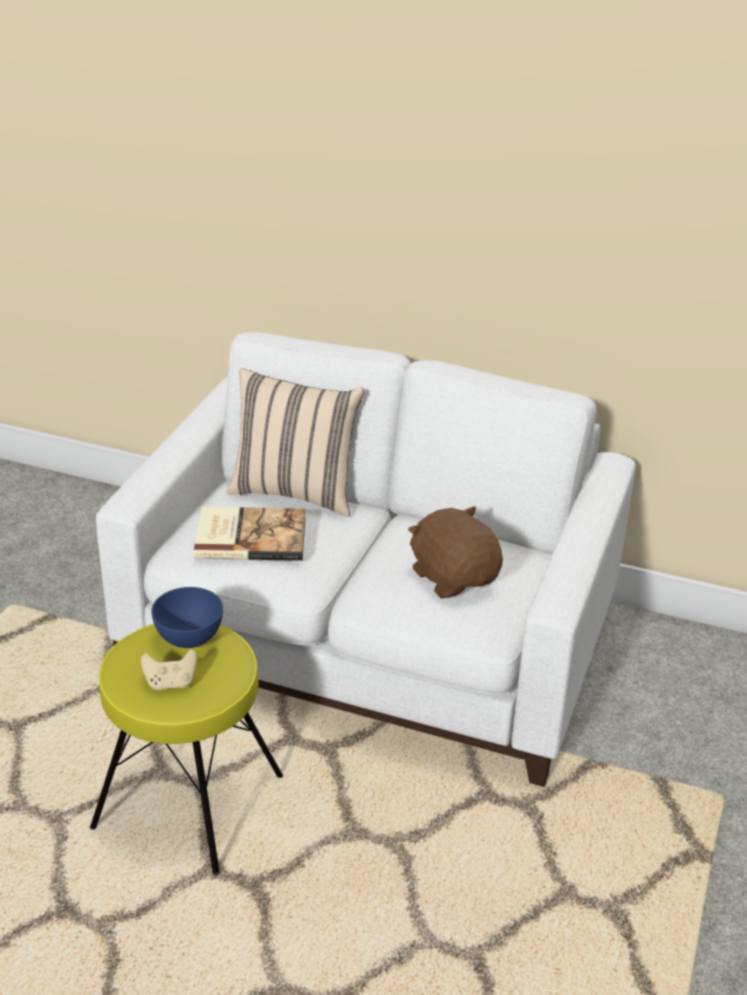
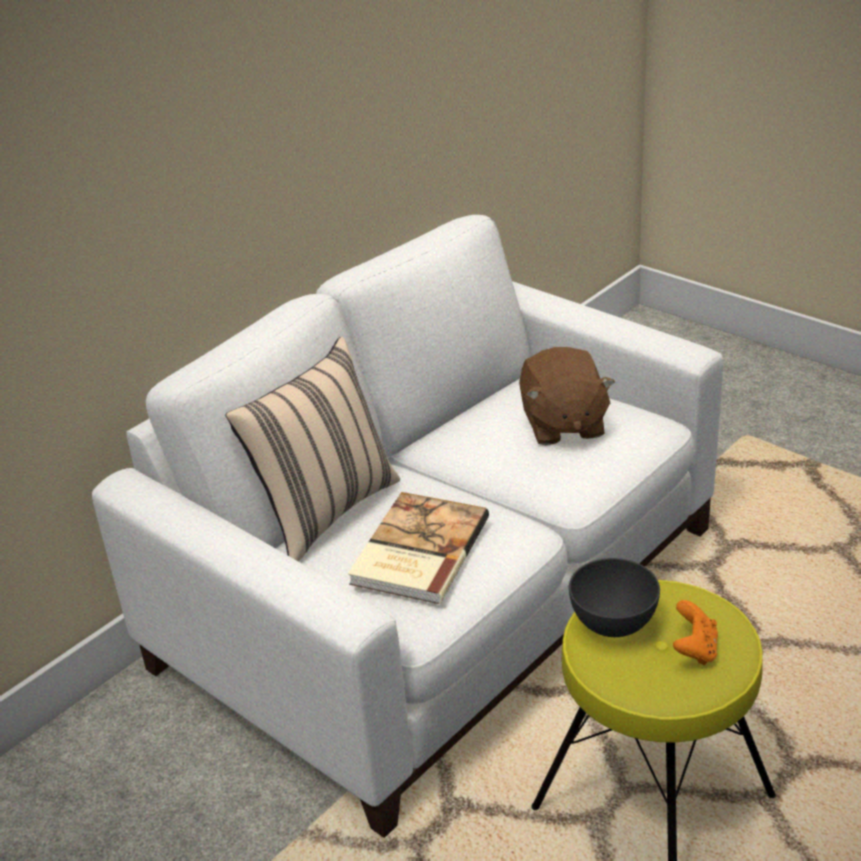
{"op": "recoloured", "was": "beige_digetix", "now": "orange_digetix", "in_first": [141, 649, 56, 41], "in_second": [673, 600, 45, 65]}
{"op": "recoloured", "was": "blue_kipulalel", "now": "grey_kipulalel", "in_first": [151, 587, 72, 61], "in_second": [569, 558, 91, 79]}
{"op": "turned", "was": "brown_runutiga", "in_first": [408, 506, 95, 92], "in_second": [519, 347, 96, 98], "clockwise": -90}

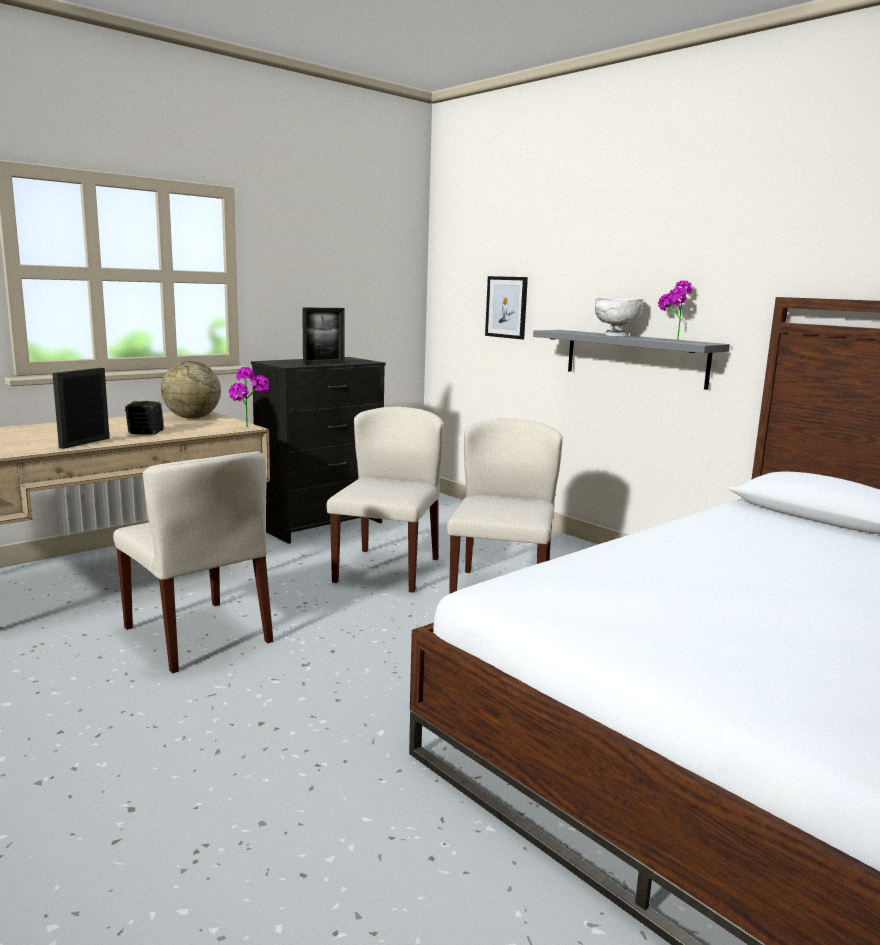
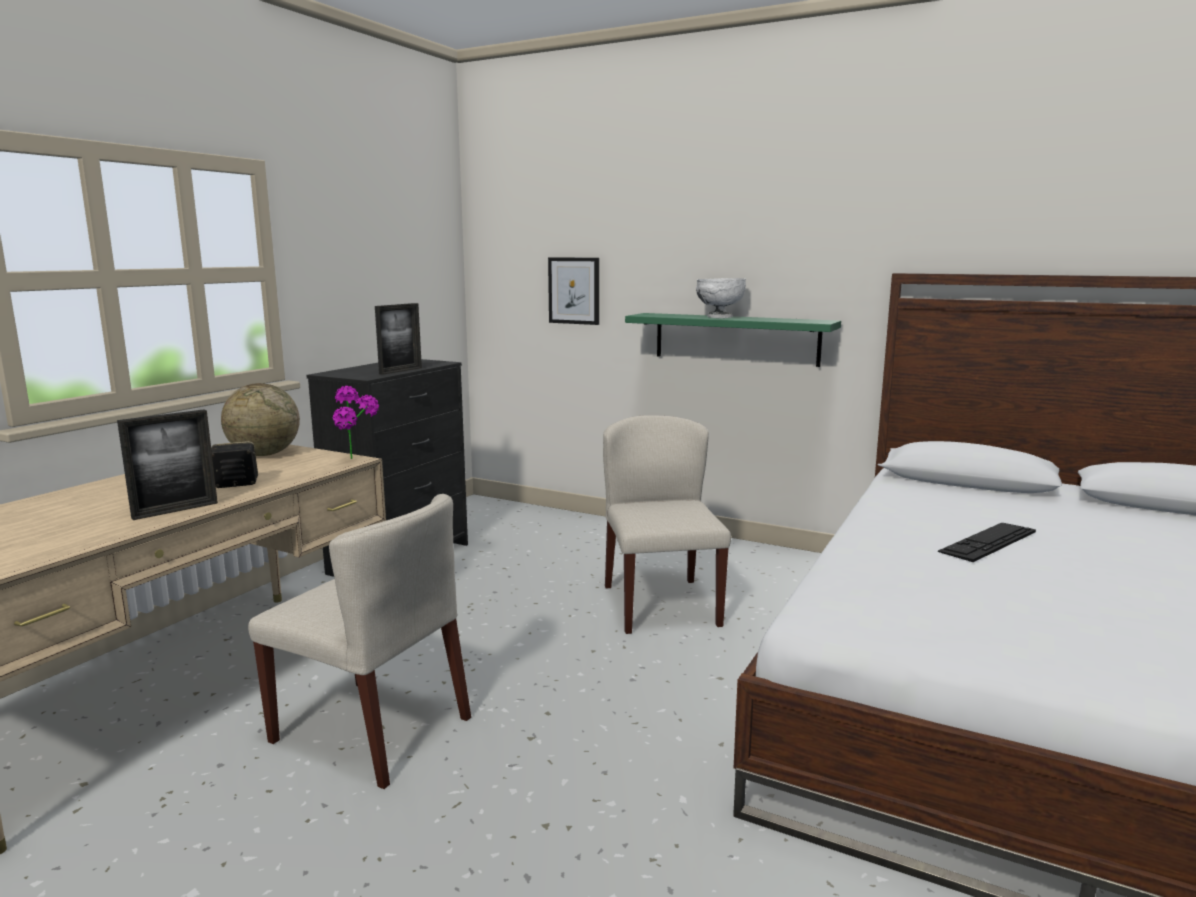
{"op": "turned", "was": "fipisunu", "in_first": [52, 368, 58, 81], "in_second": [117, 409, 101, 111], "clockwise": -135}
{"op": "removed", "was": "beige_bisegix", "in_first": [327, 406, 117, 187]}
{"op": "recoloured", "was": "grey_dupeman", "now": "green_dupeman", "in_first": [533, 330, 197, 60], "in_second": [625, 313, 216, 54]}
{"op": "removed", "was": "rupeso", "in_first": [658, 281, 34, 59]}
{"op": "added", "now": "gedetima", "in_second": [938, 523, 98, 39]}

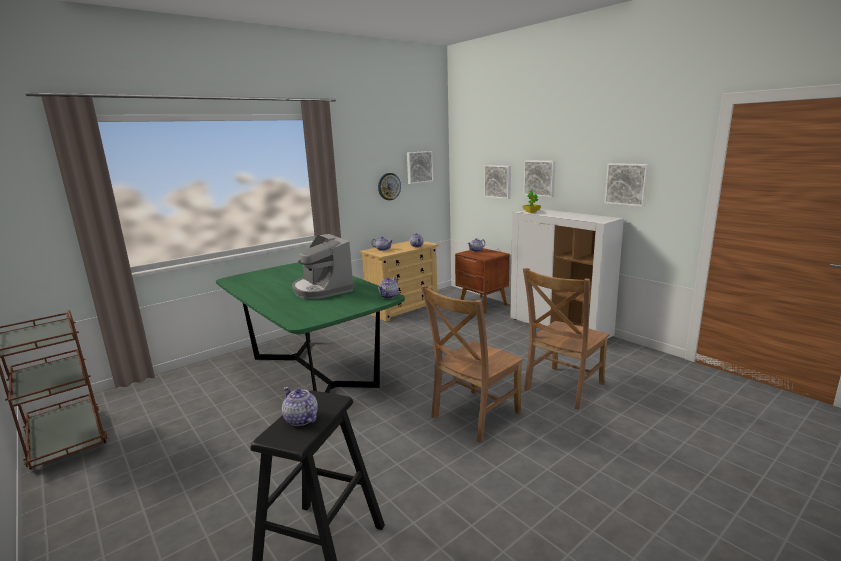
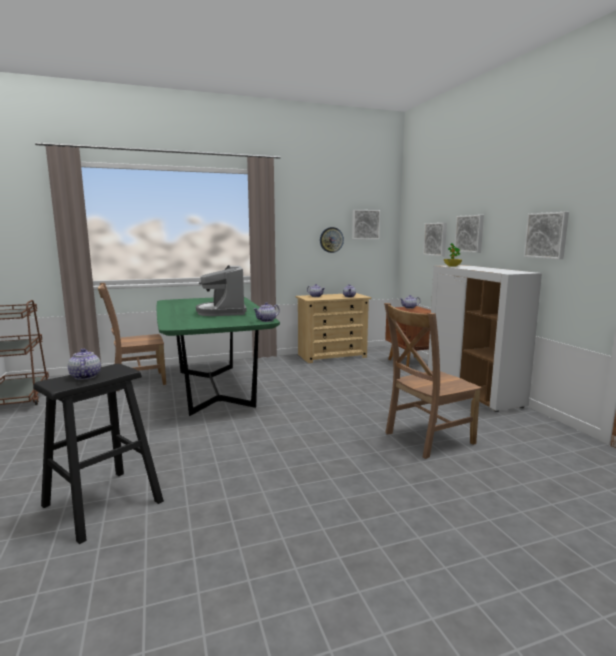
{"op": "moved", "was": "brown_bisegix", "in_first": [420, 285, 103, 158], "in_second": [98, 283, 68, 108]}

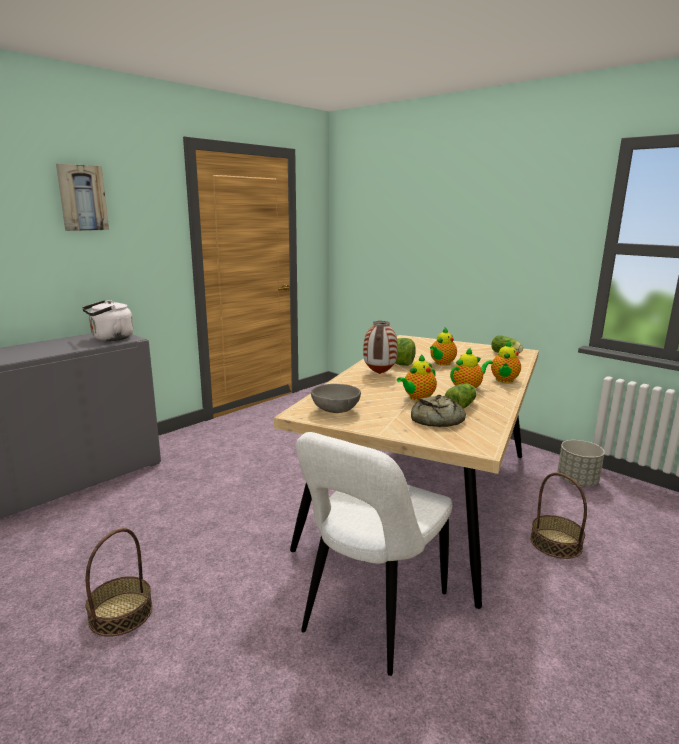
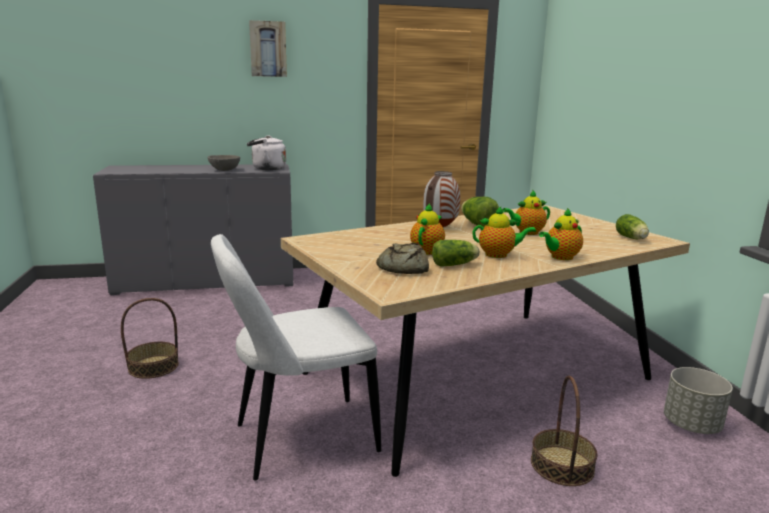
{"op": "moved", "was": "grey_kipulalel", "in_first": [311, 384, 50, 29], "in_second": [208, 155, 32, 16]}
{"op": "turned", "was": "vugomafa", "in_first": [397, 354, 40, 47], "in_second": [410, 203, 35, 52], "clockwise": 120}

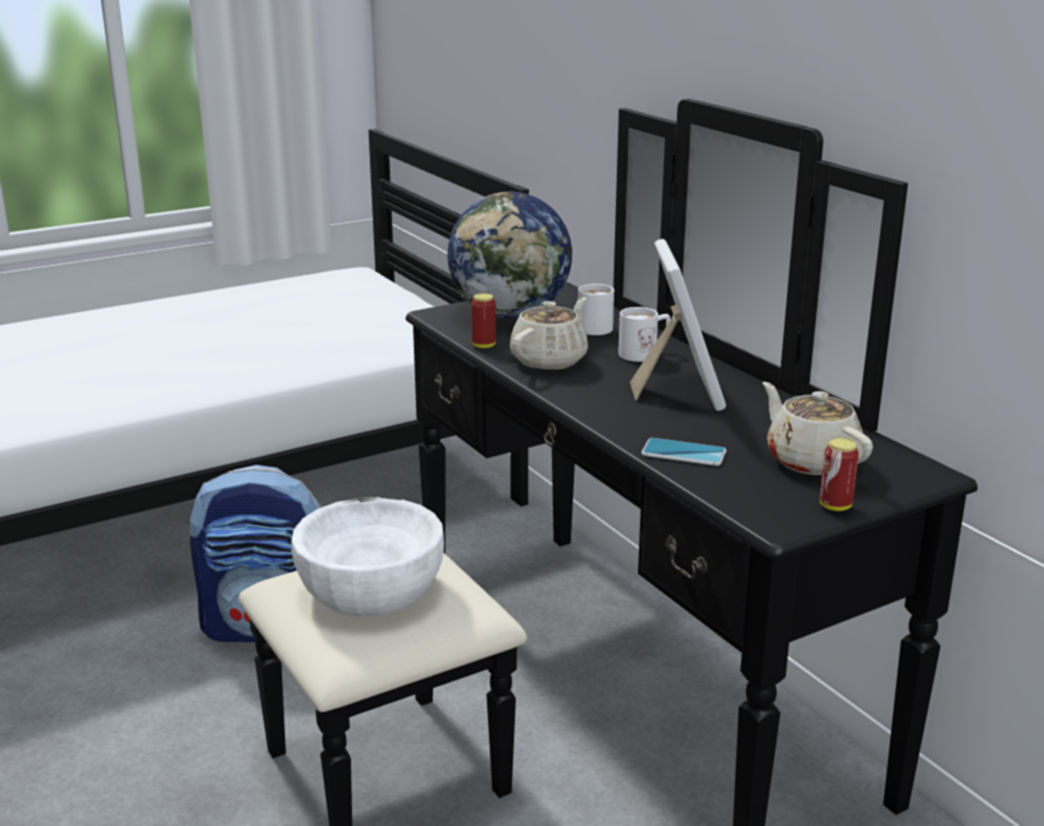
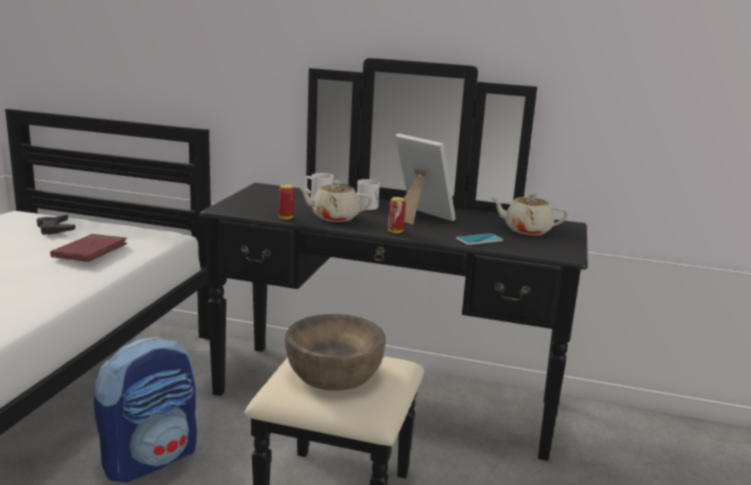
{"op": "recoloured", "was": "white_kipulalel", "now": "brown_kipulalel", "in_first": [291, 497, 153, 120], "in_second": [285, 314, 101, 77]}
{"op": "removed", "was": "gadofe", "in_first": [447, 192, 125, 126]}
{"op": "turned", "was": "beige_vugomafa", "in_first": [510, 297, 78, 73], "in_second": [297, 181, 76, 41], "clockwise": -75}
{"op": "moved", "was": "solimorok", "in_first": [820, 438, 39, 73], "in_second": [388, 197, 18, 37]}
{"op": "added", "now": "black_digetix", "in_second": [36, 214, 39, 21]}
{"op": "added", "now": "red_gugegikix", "in_second": [50, 234, 78, 28]}

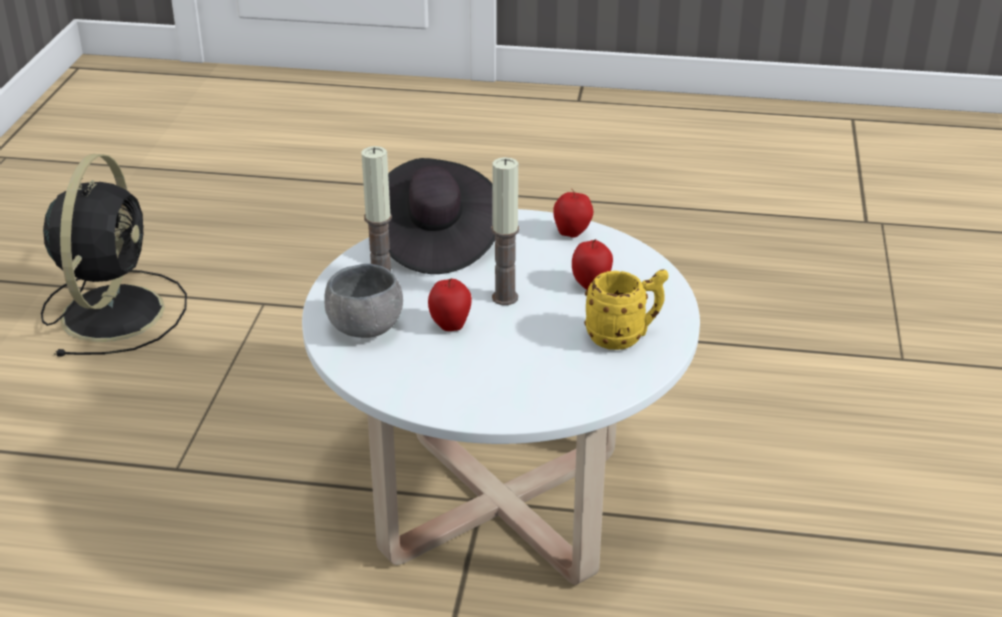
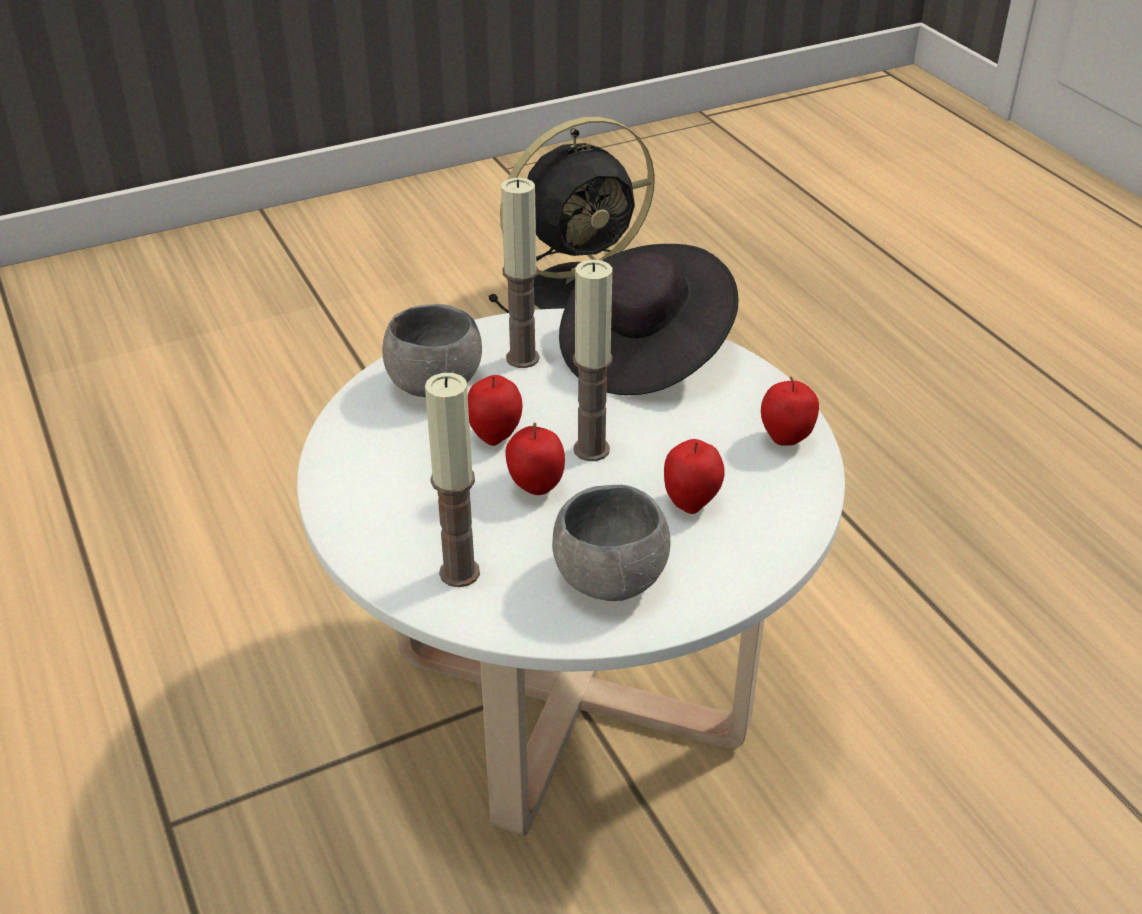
{"op": "replaced", "was": "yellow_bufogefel", "now": "grey_kipulalel", "in_first": [584, 269, 85, 81], "in_second": [552, 485, 118, 116]}
{"op": "added", "now": "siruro", "in_second": [425, 373, 55, 214]}
{"op": "added", "now": "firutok", "in_second": [506, 423, 59, 72]}

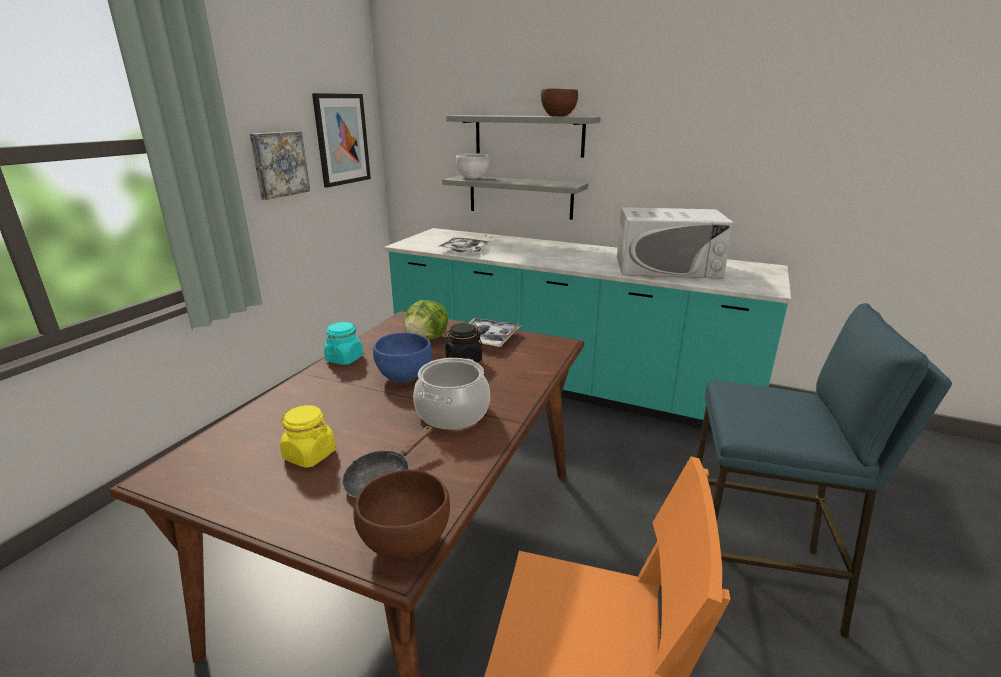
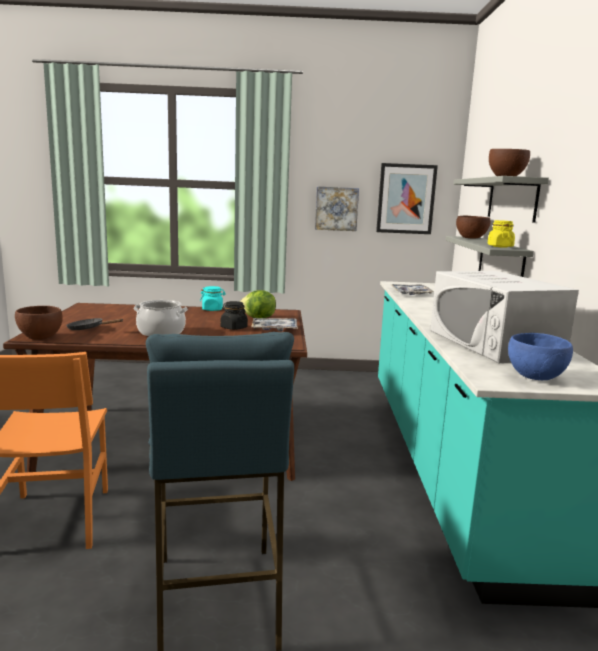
{"op": "moved", "was": "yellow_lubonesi", "in_first": [280, 405, 56, 63], "in_second": [488, 220, 27, 28]}
{"op": "moved", "was": "blue_kipulalel", "in_first": [373, 333, 59, 49], "in_second": [508, 333, 65, 47]}
{"op": "recoloured", "was": "white_kipulalel", "now": "brown_kipulalel", "in_first": [456, 154, 33, 25], "in_second": [456, 216, 35, 22]}

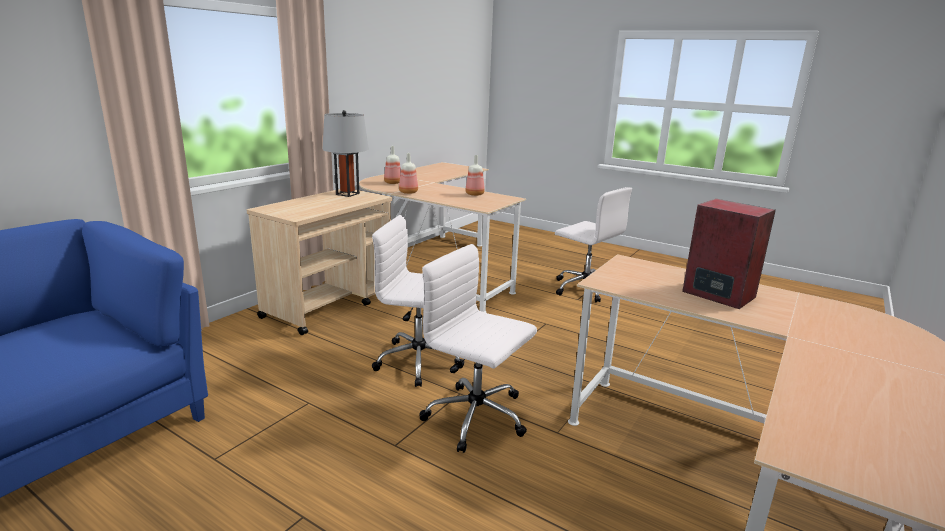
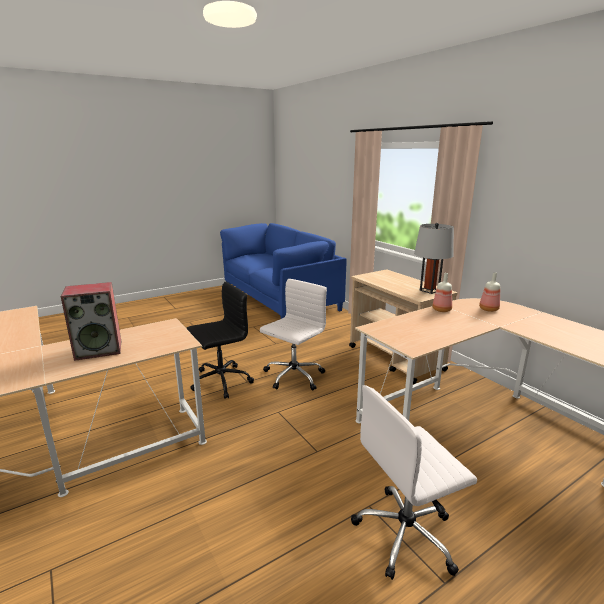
{"op": "recoloured", "was": "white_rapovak", "now": "black_rapovak", "in_first": [419, 244, 118, 209], "in_second": [186, 282, 68, 117]}
{"op": "removed", "was": "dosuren", "in_first": [466, 155, 19, 41]}

